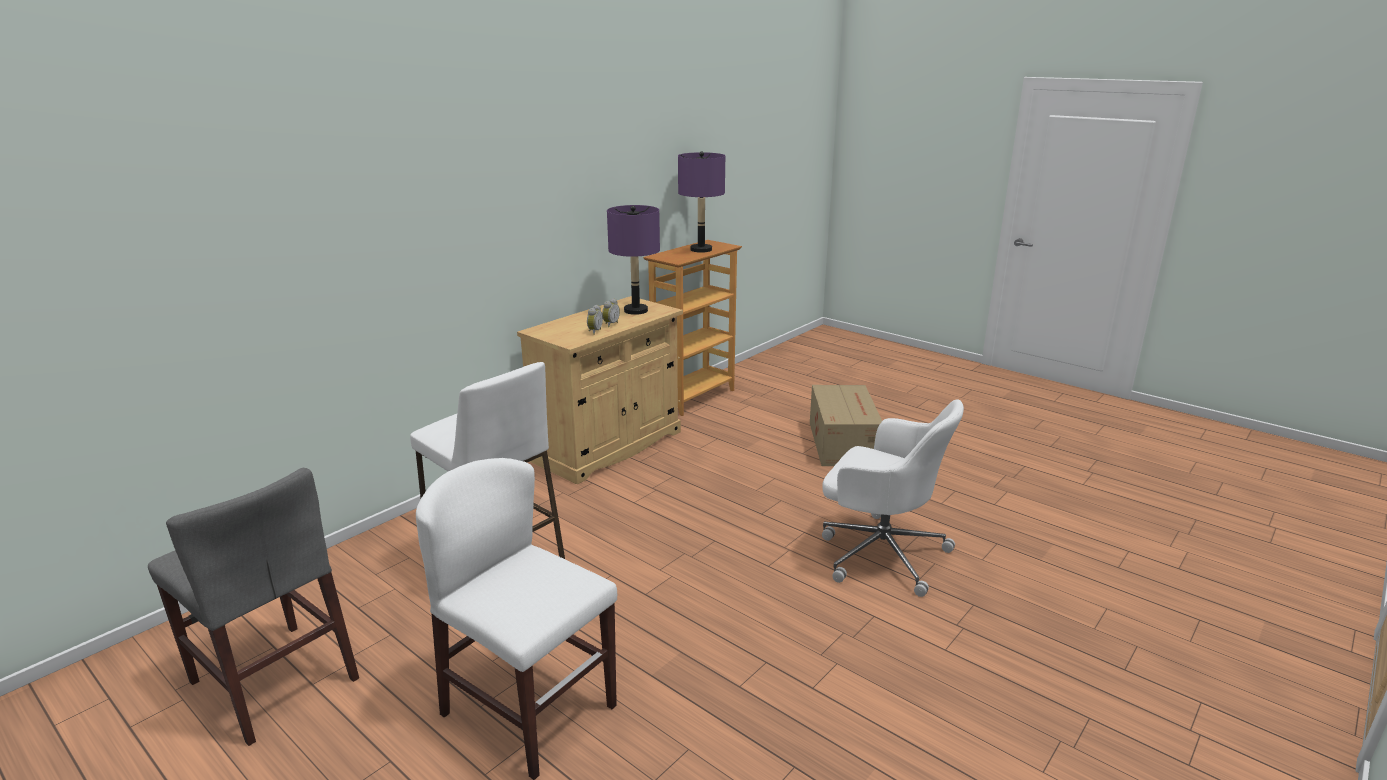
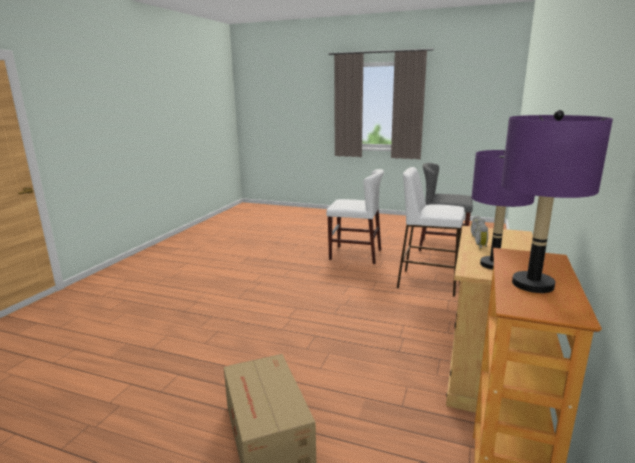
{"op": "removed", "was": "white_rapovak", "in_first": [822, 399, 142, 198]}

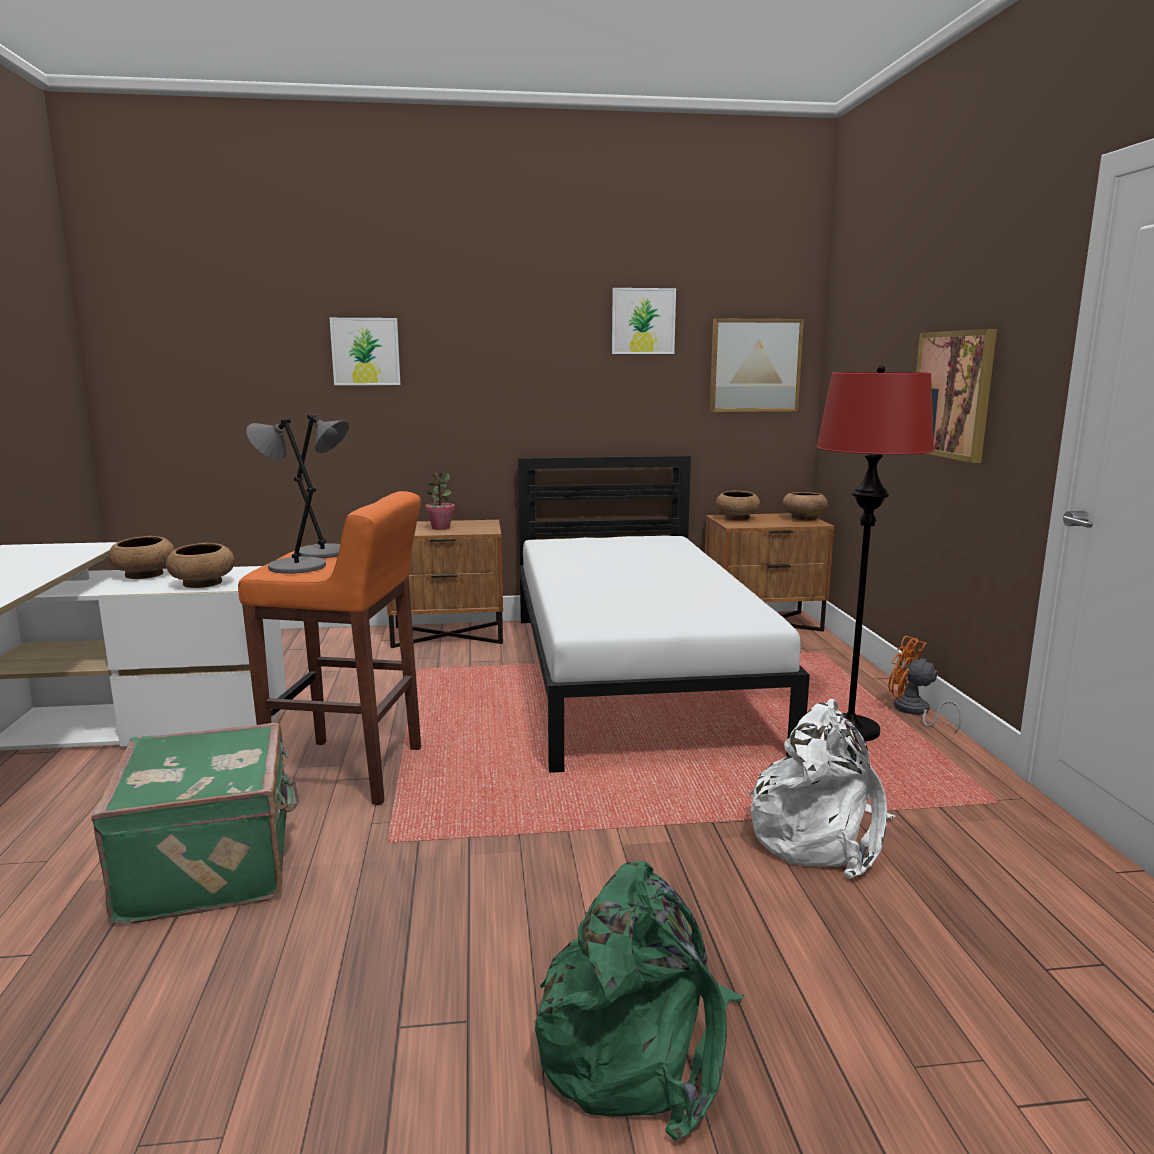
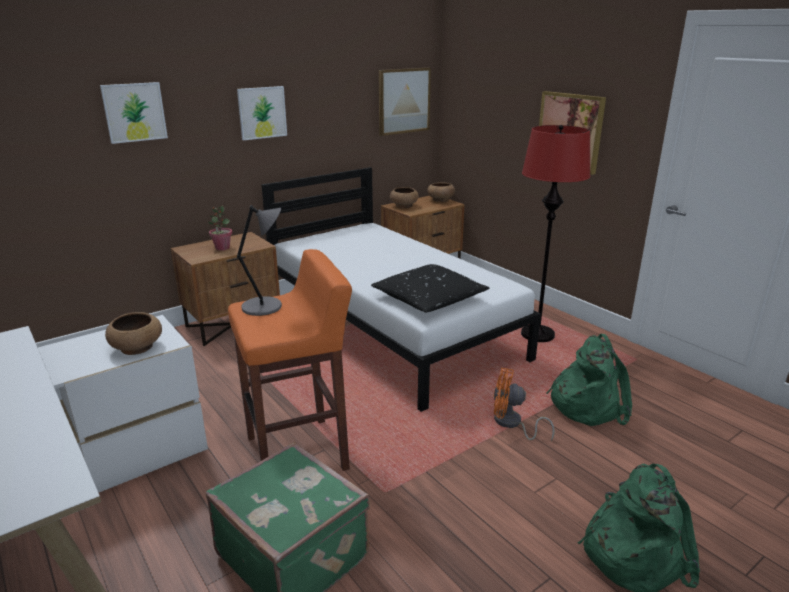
{"op": "removed", "was": "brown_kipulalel", "in_first": [108, 536, 67, 43]}
{"op": "removed", "was": "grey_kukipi", "in_first": [246, 419, 80, 155]}
{"op": "moved", "was": "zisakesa", "in_first": [612, 288, 64, 66], "in_second": [237, 86, 50, 55]}
{"op": "recoloured", "was": "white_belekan", "now": "green_belekan", "in_first": [749, 699, 146, 180], "in_second": [546, 334, 86, 92]}
{"op": "moved", "was": "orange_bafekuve", "in_first": [888, 636, 74, 97], "in_second": [494, 368, 60, 73]}
{"op": "added", "now": "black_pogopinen", "in_second": [371, 264, 118, 48]}

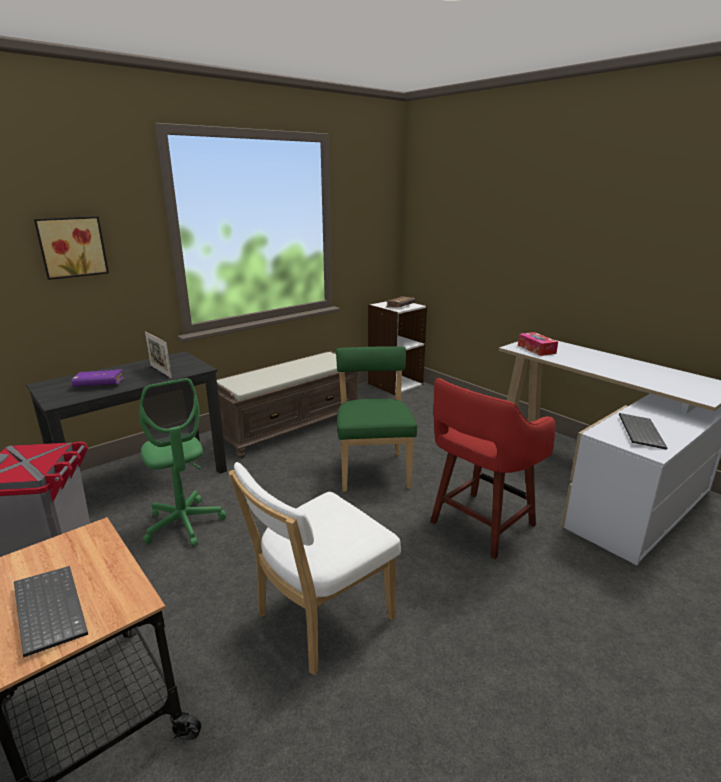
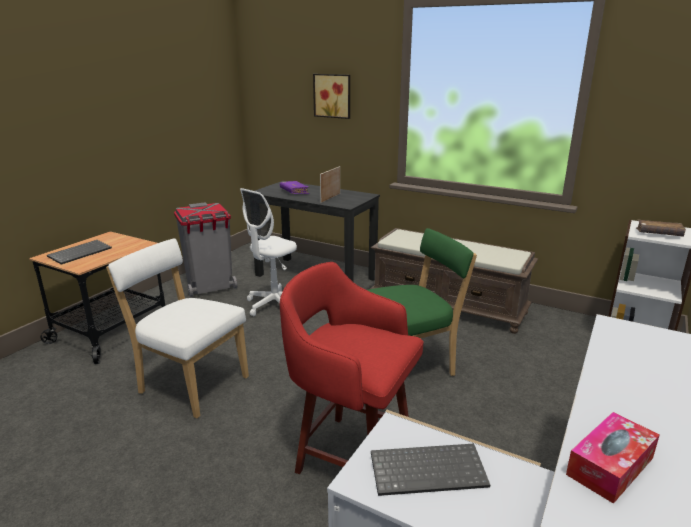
{"op": "recoloured", "was": "green_rapovak", "now": "white_rapovak", "in_first": [139, 378, 87, 169], "in_second": [240, 188, 57, 128]}
{"op": "moved", "was": "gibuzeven", "in_first": [518, 332, 40, 24], "in_second": [566, 412, 94, 92]}

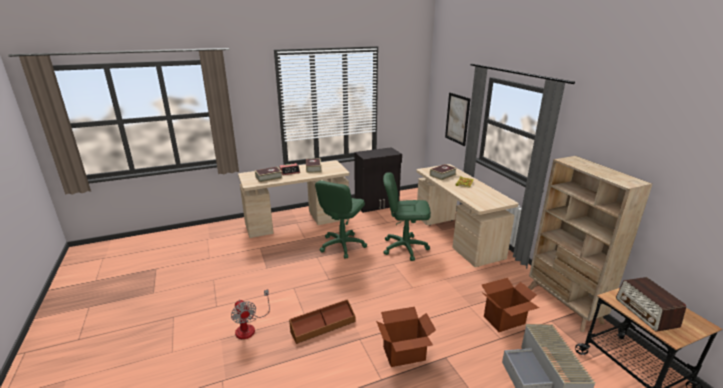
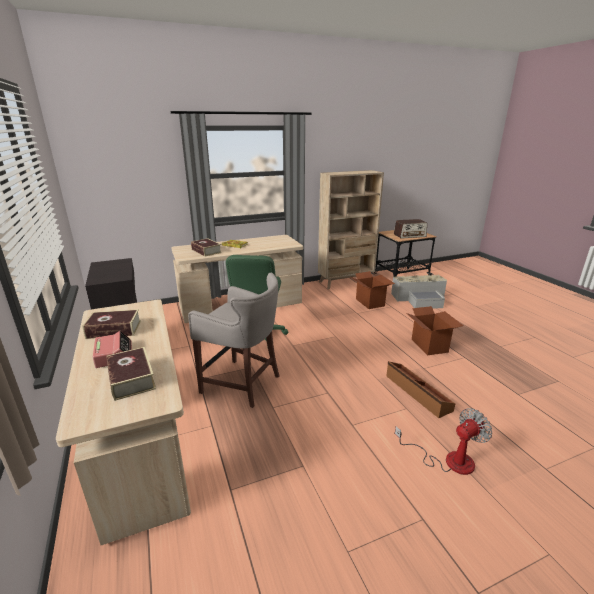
{"op": "replaced", "was": "green_rapovak", "now": "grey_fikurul", "in_first": [315, 180, 52, 78], "in_second": [188, 272, 91, 136]}
{"op": "removed", "was": "zisakesa", "in_first": [445, 92, 26, 54]}

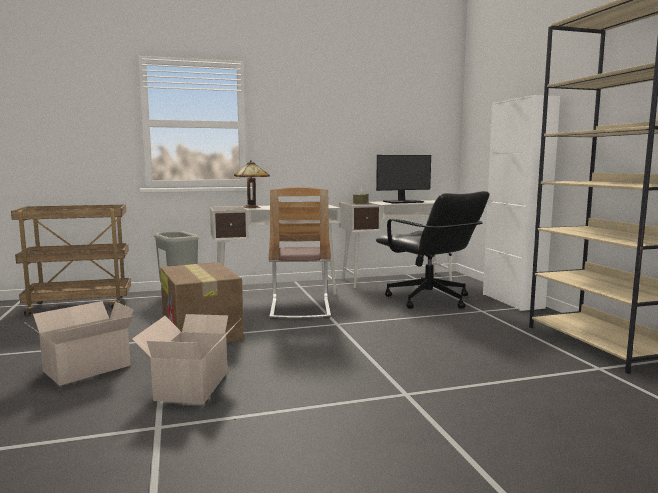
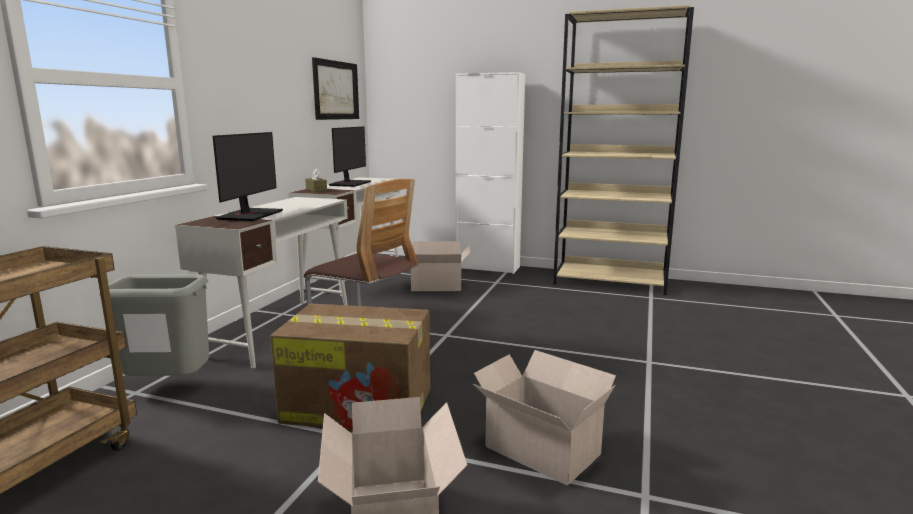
{"op": "replaced", "was": "kukipi", "now": "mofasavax", "in_first": [234, 160, 36, 48], "in_second": [213, 132, 70, 89]}
{"op": "replaced", "was": "black_rapovak", "now": "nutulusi", "in_first": [376, 191, 113, 118], "in_second": [411, 241, 59, 50]}
{"op": "added", "now": "zisakesa", "in_second": [312, 57, 47, 63]}

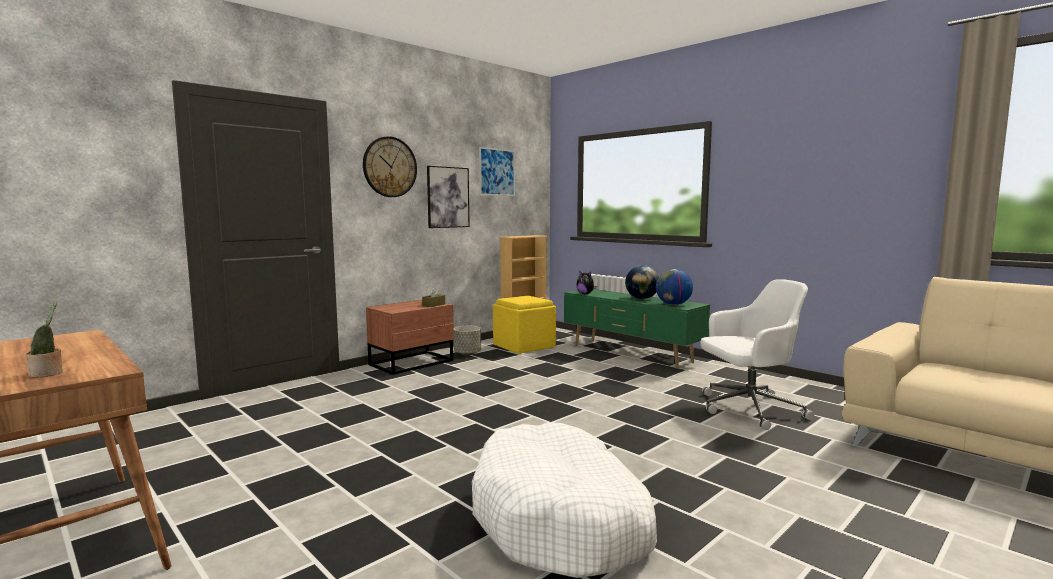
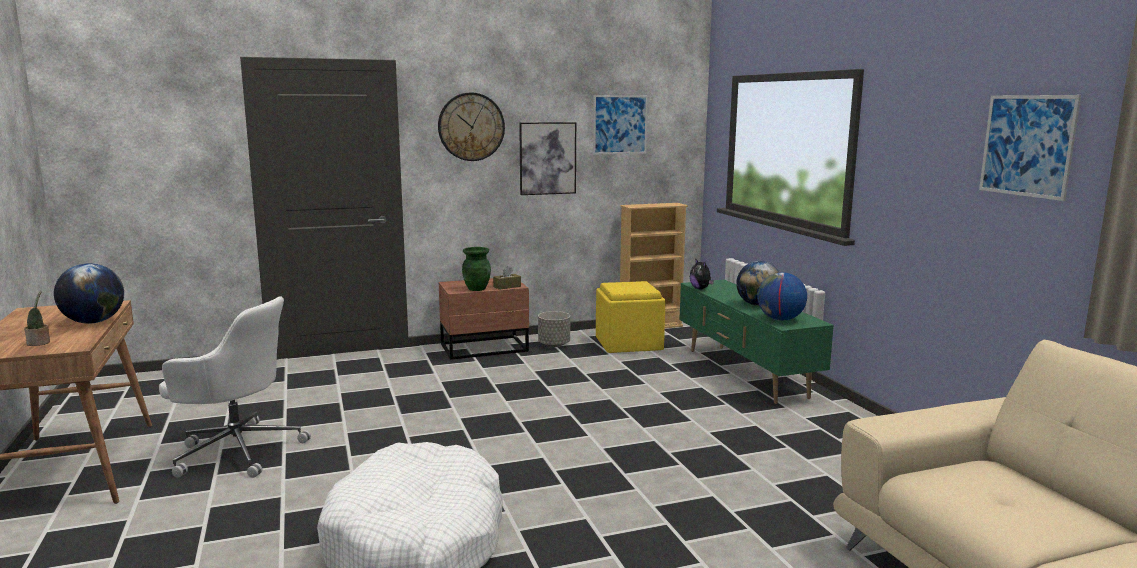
{"op": "moved", "was": "white_rapovak", "in_first": [701, 279, 114, 151], "in_second": [159, 296, 152, 182]}
{"op": "added", "now": "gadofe", "in_second": [54, 263, 70, 61]}
{"op": "added", "now": "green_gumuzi", "in_second": [462, 247, 29, 44]}
{"op": "added", "now": "zisakesa", "in_second": [979, 95, 102, 106]}

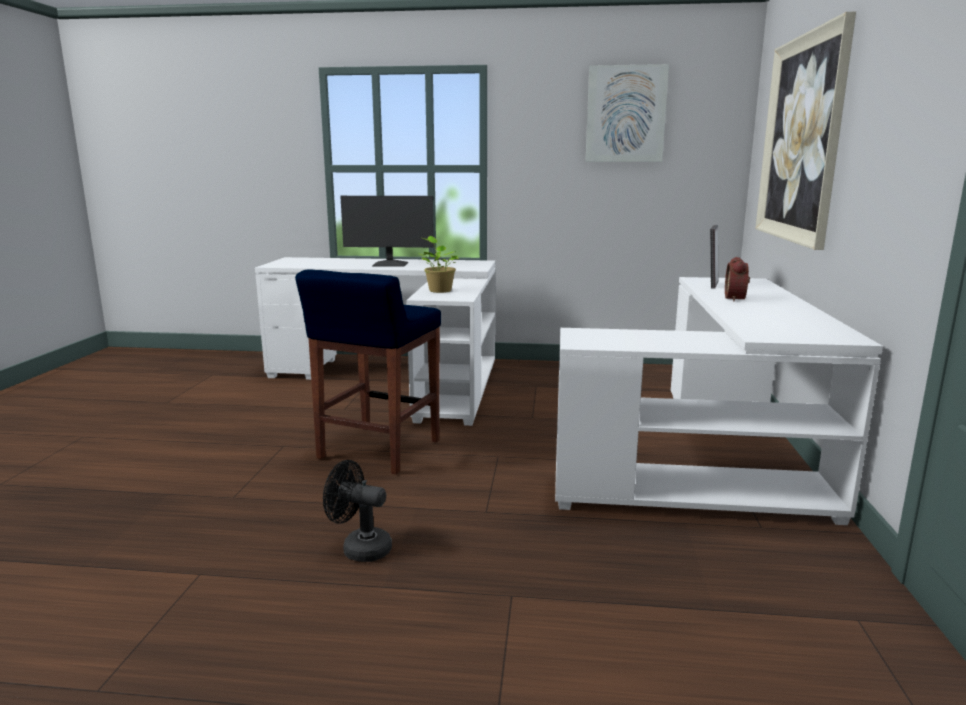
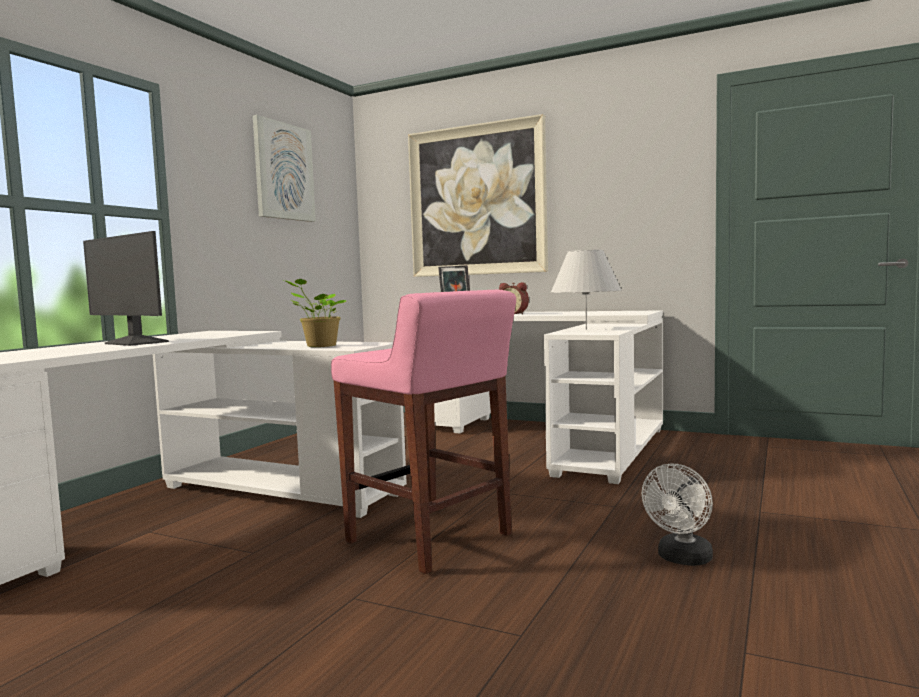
{"op": "recoloured", "was": "blue_fikurul", "now": "pink_fikurul", "in_first": [295, 269, 146, 206], "in_second": [331, 290, 185, 284]}
{"op": "recoloured", "was": "black_bafekuve", "now": "white_bafekuve", "in_first": [323, 460, 69, 102], "in_second": [642, 464, 71, 102]}
{"op": "turned", "was": "mofasavax", "in_first": [340, 196, 94, 71], "in_second": [83, 231, 86, 115], "clockwise": 105}
{"op": "added", "now": "white_kukipi", "in_second": [551, 250, 71, 80]}

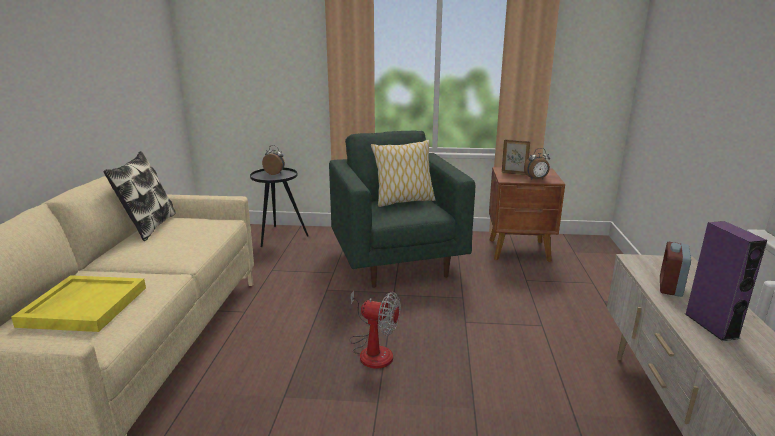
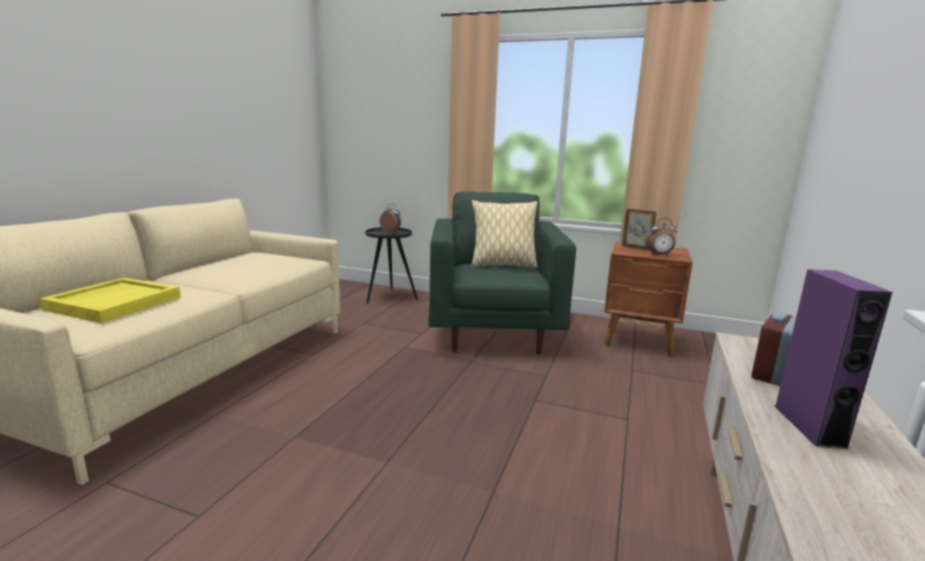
{"op": "removed", "was": "pogopinen", "in_first": [103, 151, 73, 90]}
{"op": "removed", "was": "bafekuve", "in_first": [350, 291, 51, 78]}

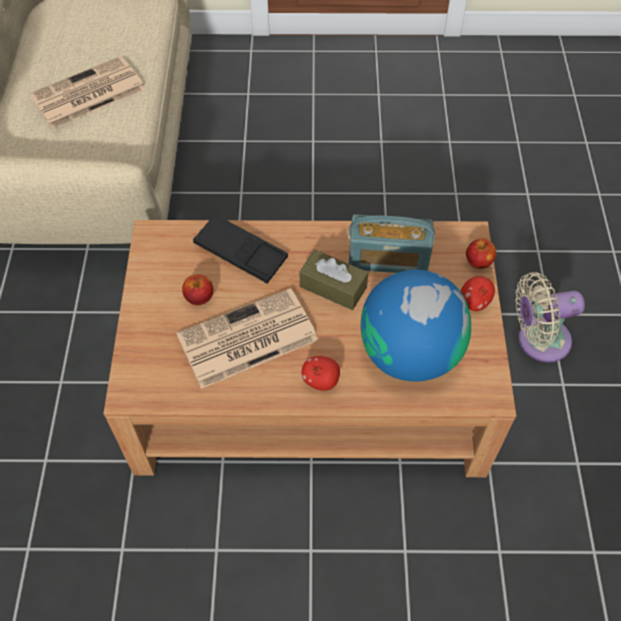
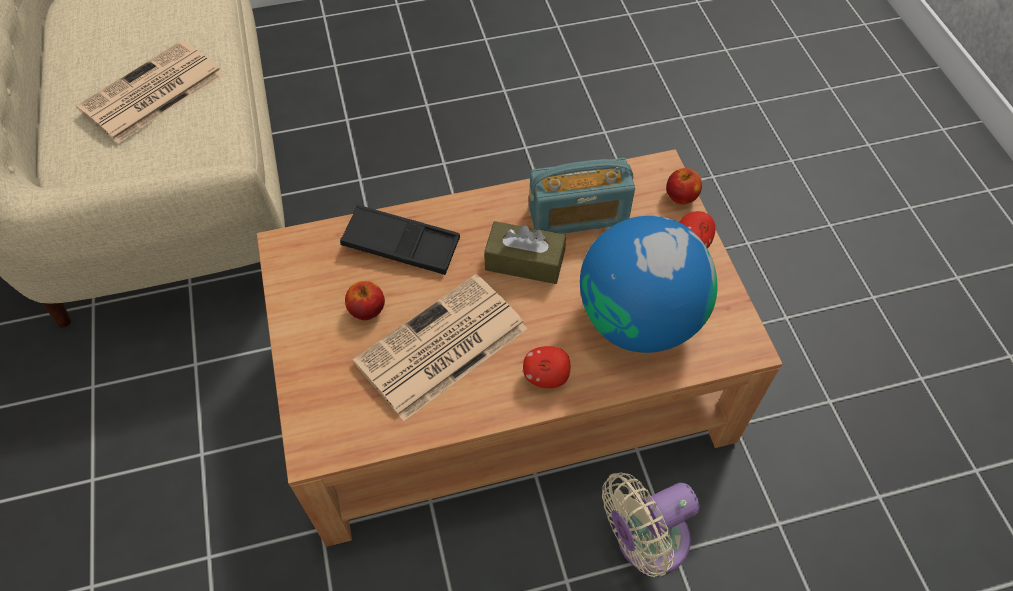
{"op": "moved", "was": "beige_bafekuve", "in_first": [515, 272, 70, 91], "in_second": [602, 472, 98, 105]}

